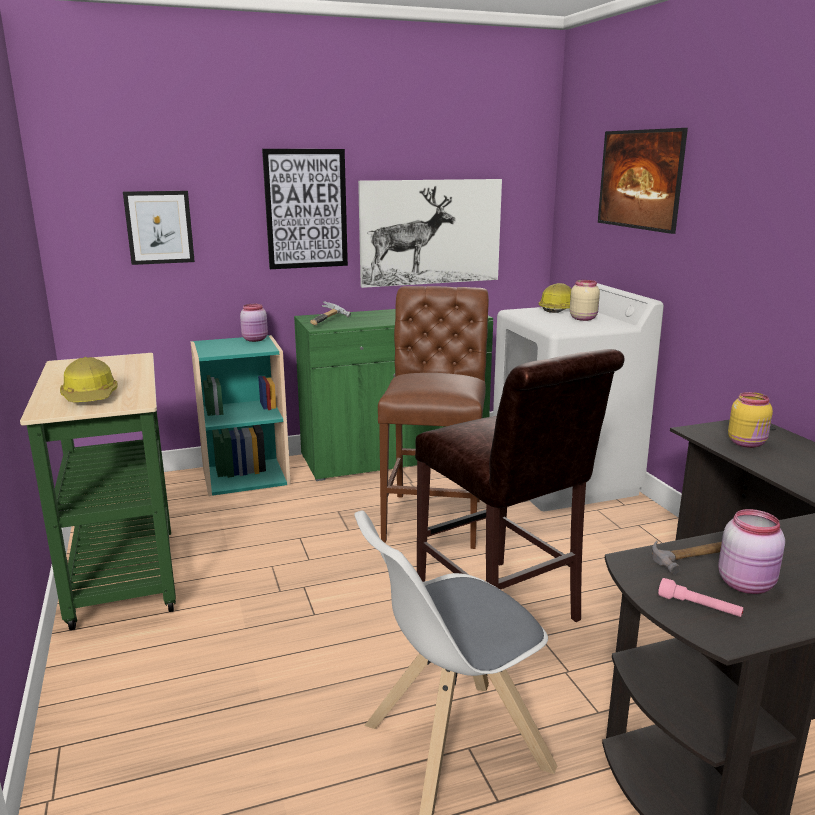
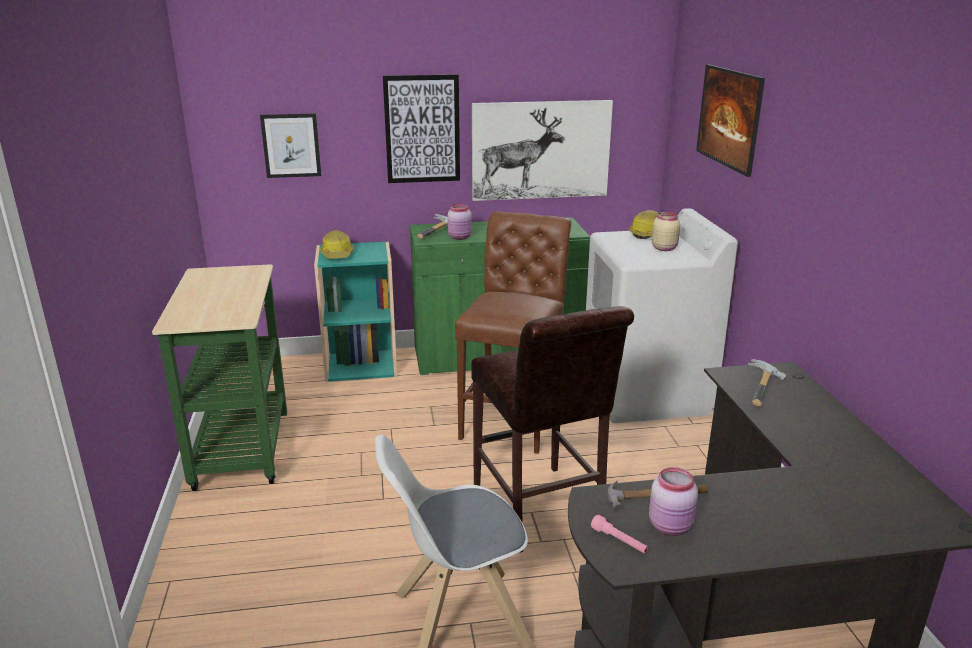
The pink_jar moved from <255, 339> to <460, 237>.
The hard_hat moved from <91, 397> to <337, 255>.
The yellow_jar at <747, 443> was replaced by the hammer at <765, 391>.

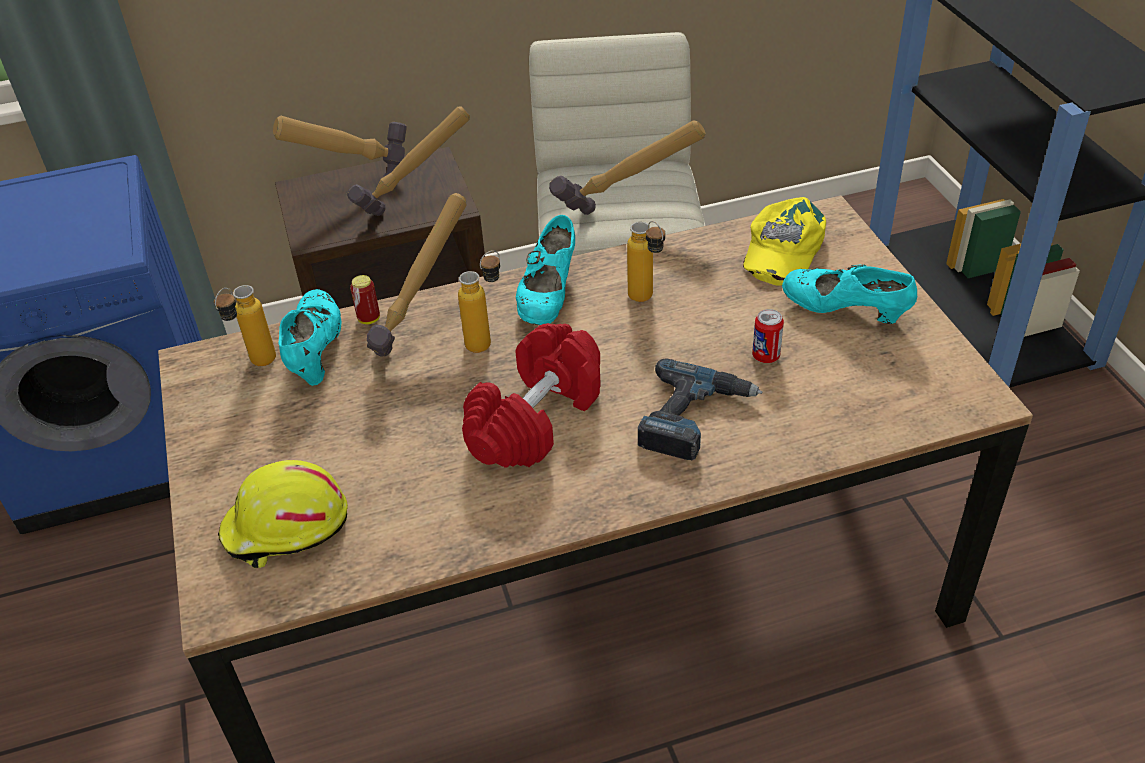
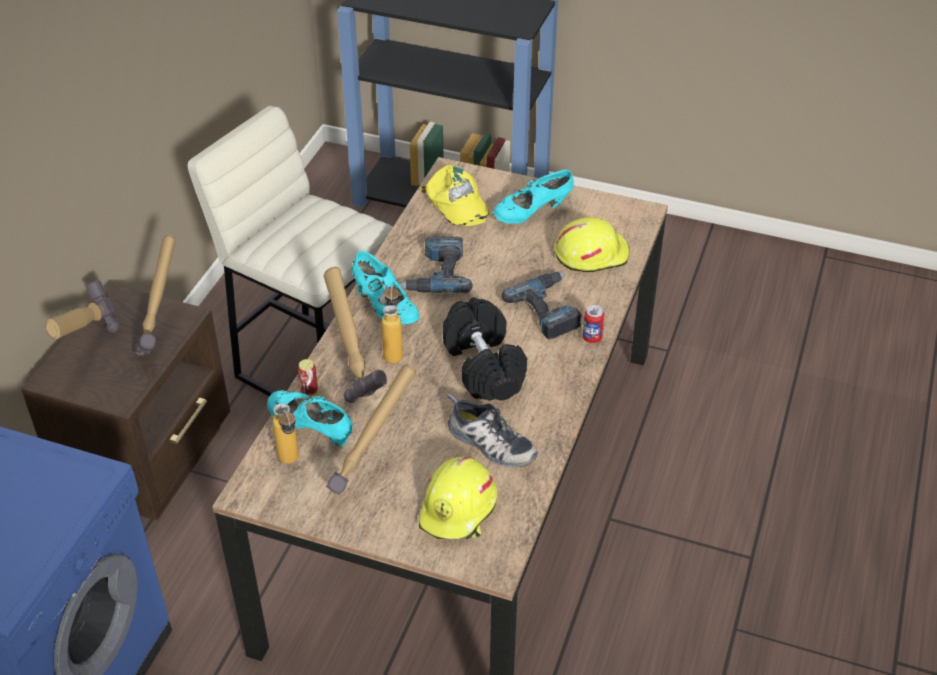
The hammer moved from <626, 222> to <375, 474>.
The bottle at <647, 300> was replaced by the power_drill at <436, 273>.
The can moved from <766, 356> to <592, 338>.
The red_dumbbell at <536, 420> became the black_dumbbell at <484, 366>.
The yellow_hard_hat at <591, 253> appeared.
The shoe at <489, 443> appeared.

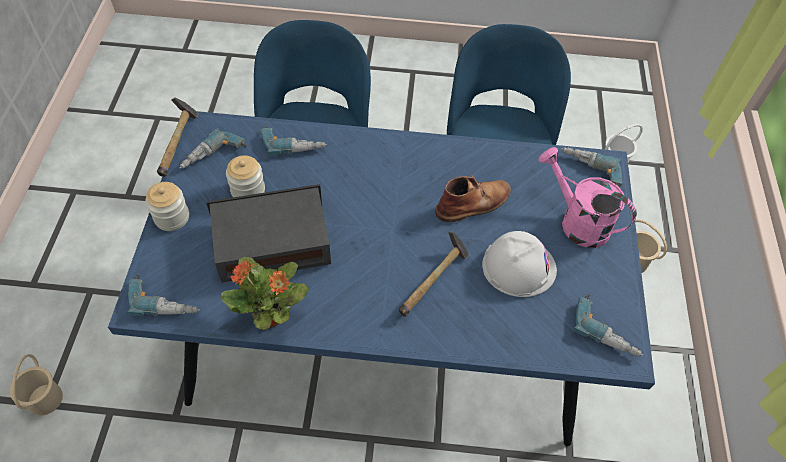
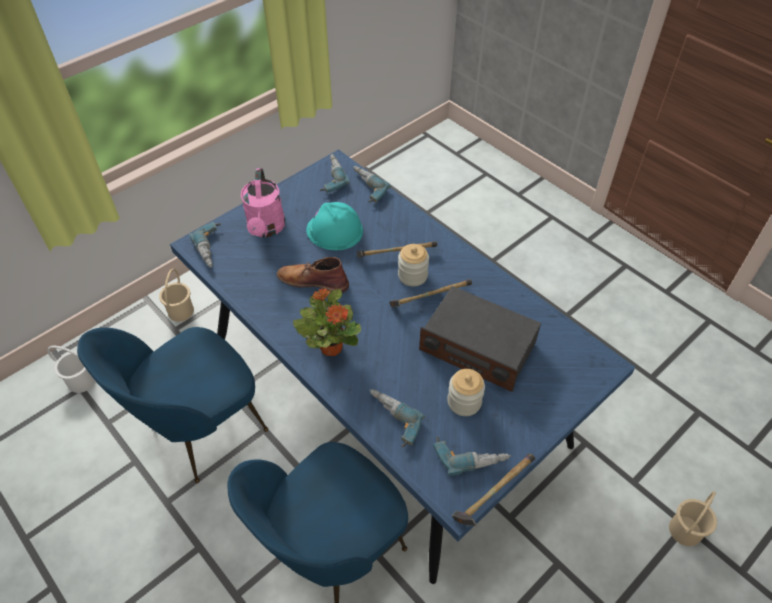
The jar moved from <172, 217> to <412, 275>.
The white_hard_hat at <519, 266> became the turquoise_hard_hat at <334, 231>.
The potted_plant moved from <272, 316> to <331, 346>.
The power_drill moved from <166, 299> to <364, 188>.
The hammer at <428, 300> appeared.

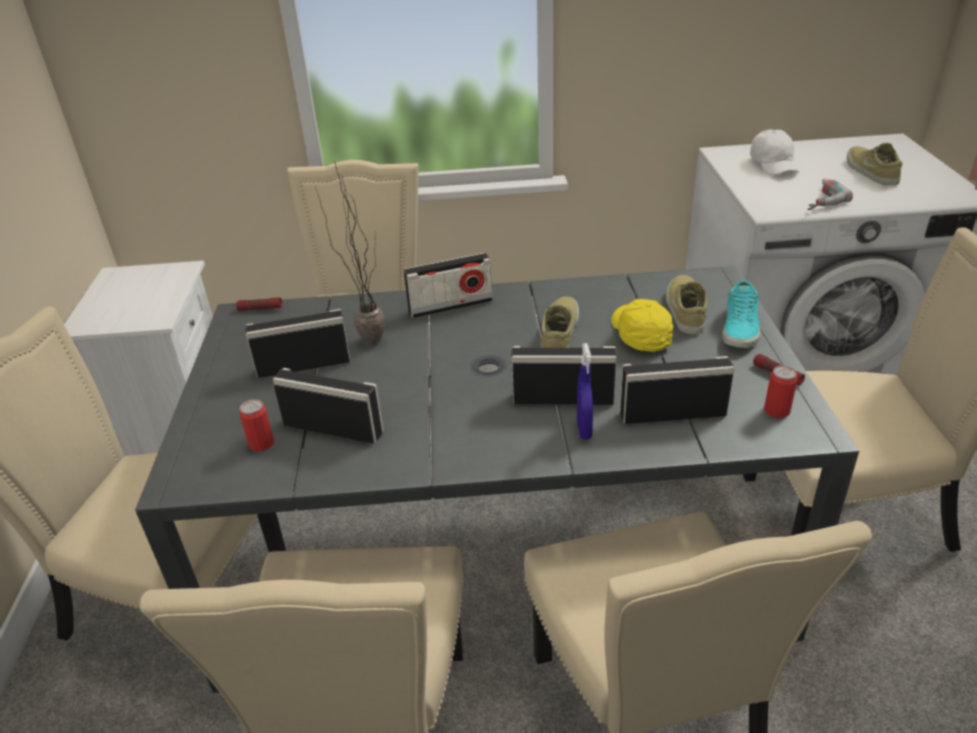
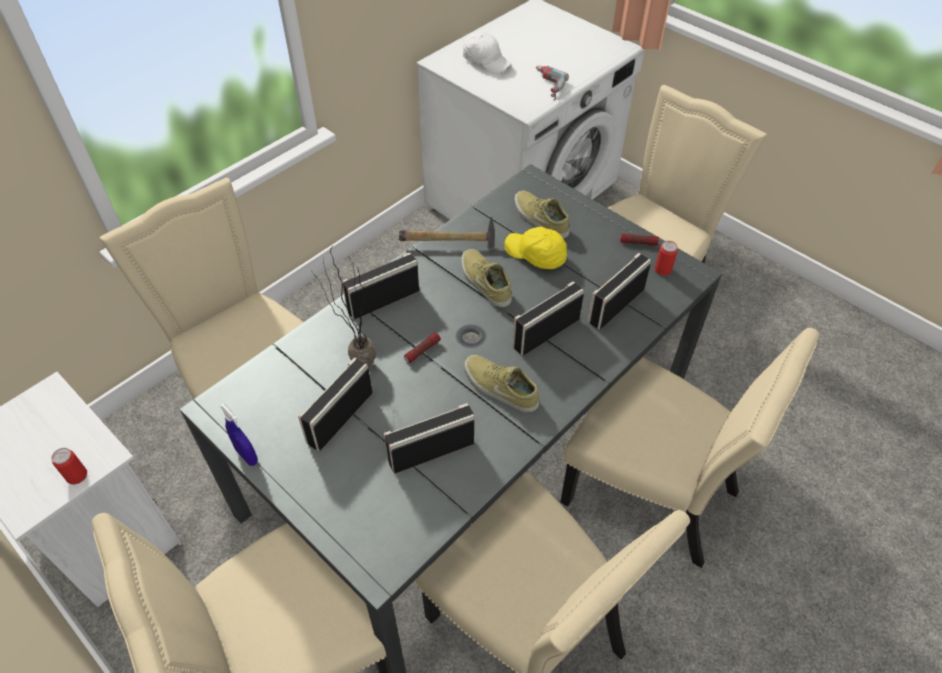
The beige_shoe moved from <870, 171> to <499, 388>.
The radio at <450, 306> turned 150 degrees counterclockwise.
The turquoise_shoe at <741, 328> disappeared.
The flashlight moved from <260, 309> to <422, 351>.
The blue_spray_bottle moved from <584, 429> to <247, 455>.
The can moved from <261, 444> to <77, 475>.
The hammer at <450, 244> appeared.

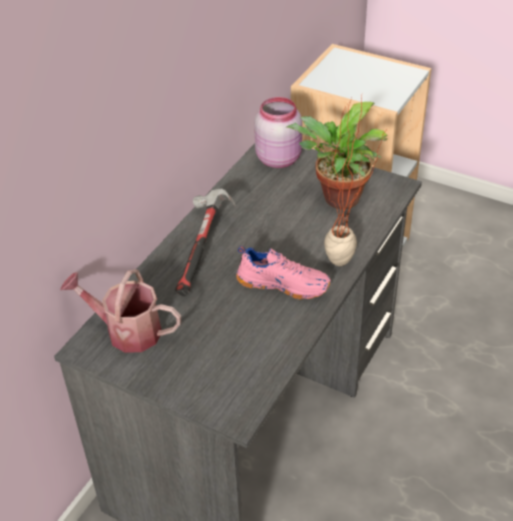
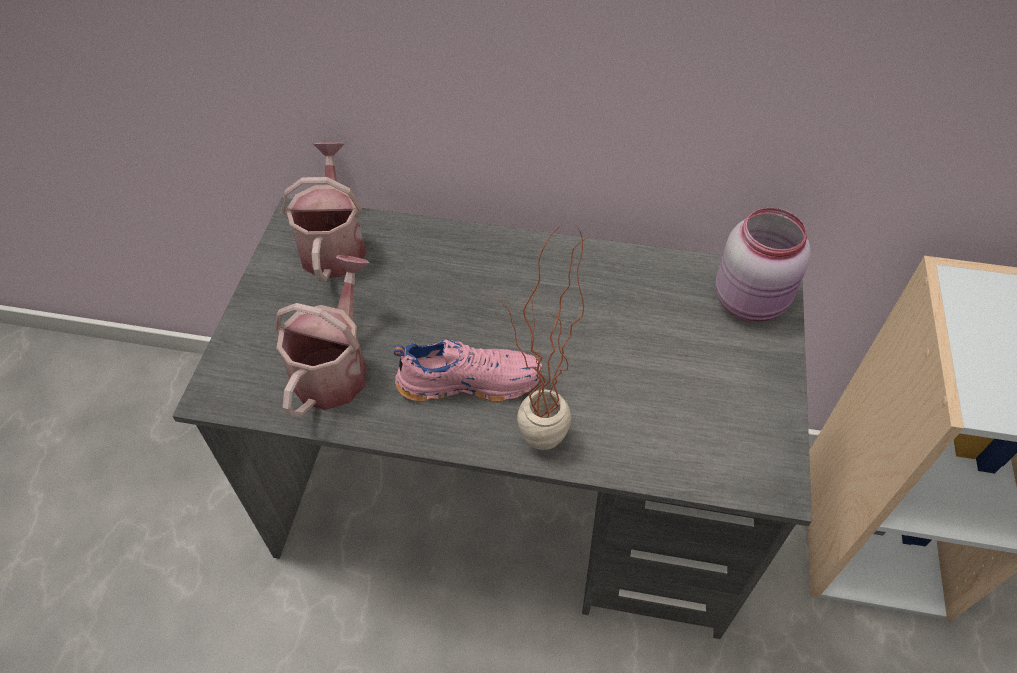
The potted_plant at <337, 200> disappeared.
The hammer at <203, 249> disappeared.
The pink_shoe at <283, 284> turned 90 degrees counterclockwise.
The watering_can at <334, 367> appeared.

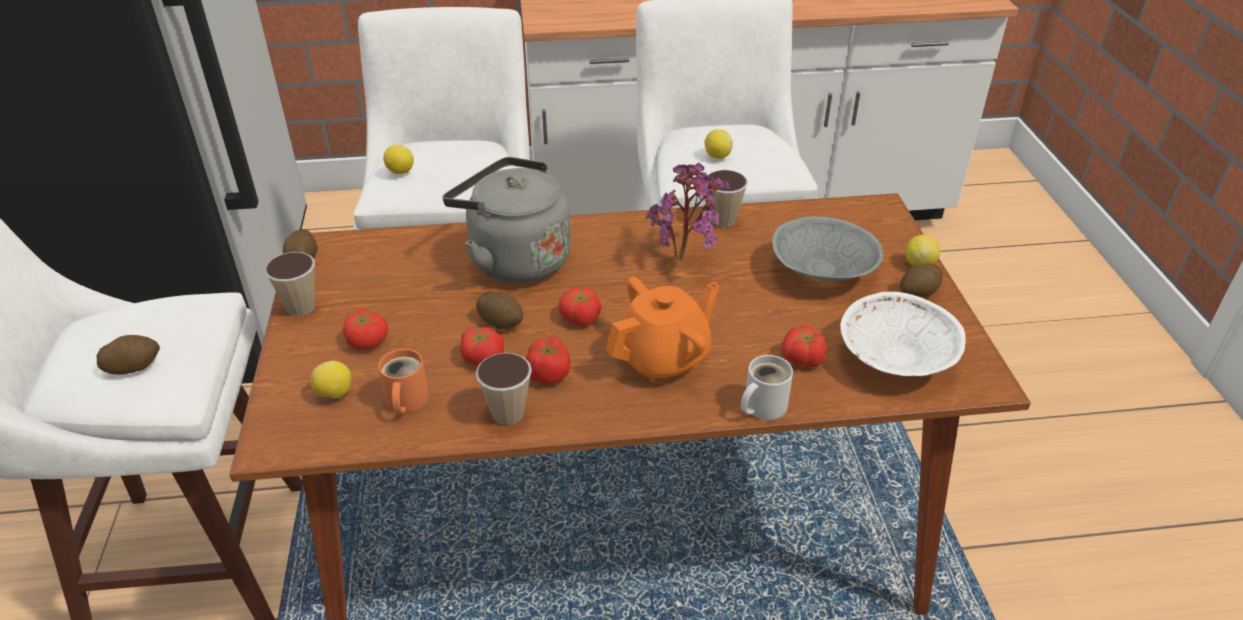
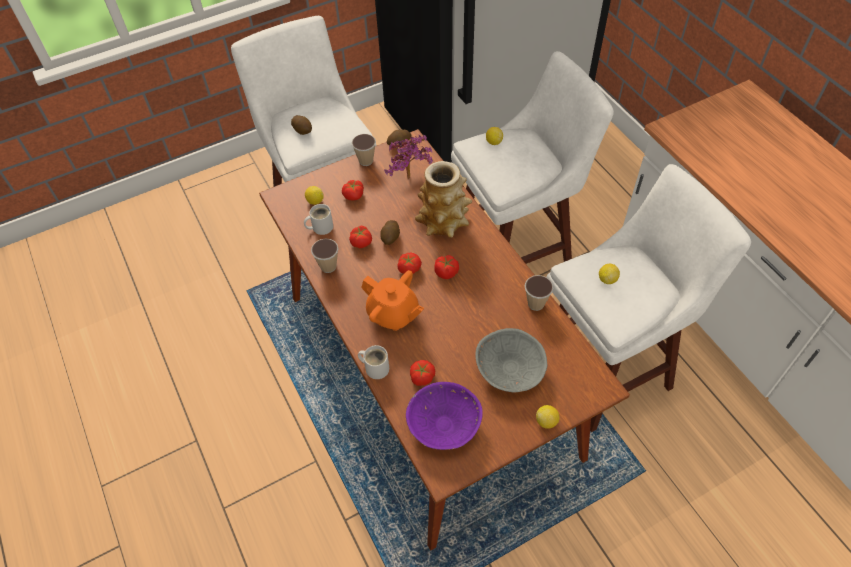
The grey_kettle at <514, 259> was replaced by the vase at <443, 222>.
The potted_plant moved from <686, 258> to <411, 179>.
The potato at <918, 293> disappeared.
The white_bowl at <895, 358> became the purple_bowl at <443, 423>.
The tomato moved from <549, 374> to <446, 272>.
The orange_mug at <404, 401> became the white_mug at <320, 227>.

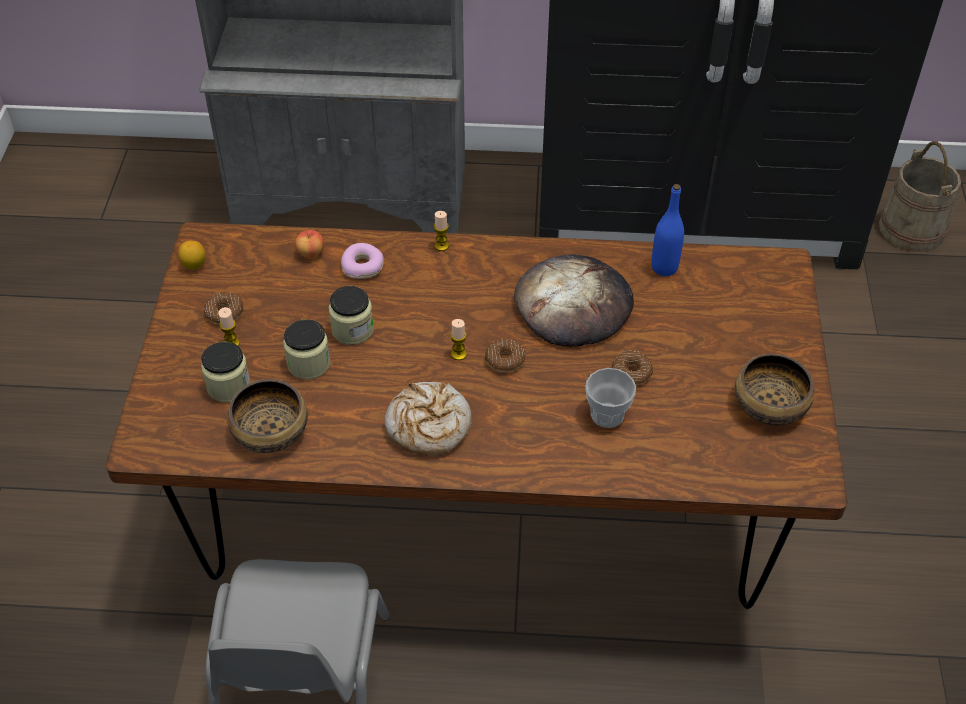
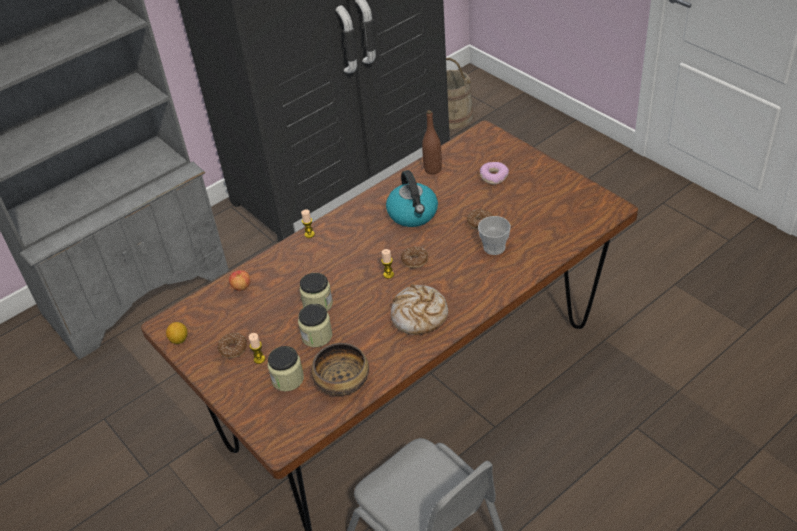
The blue_bottle at <664, 267> became the brown_bottle at <433, 169>.
The donut moved from <363, 266> to <493, 176>.
The bread at <573, 305> was replaced by the kettle at <413, 214>.
The bowl at <769, 405> disappeared.

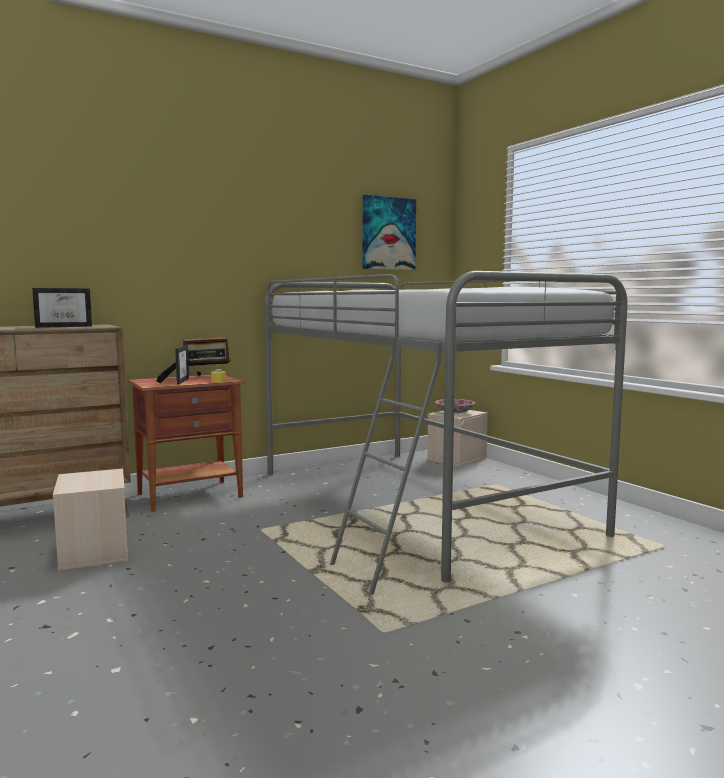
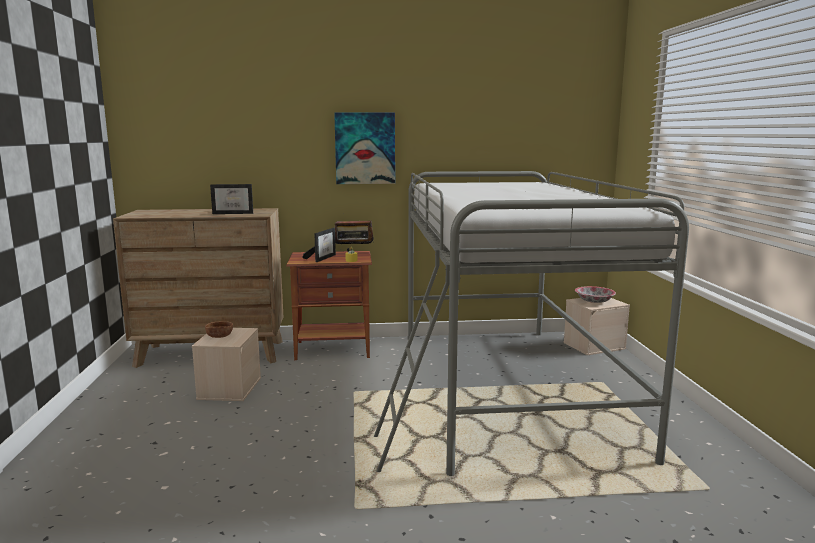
The picture moved from <388, 233> to <365, 148>.
The brown_bowl at <219, 336> appeared.

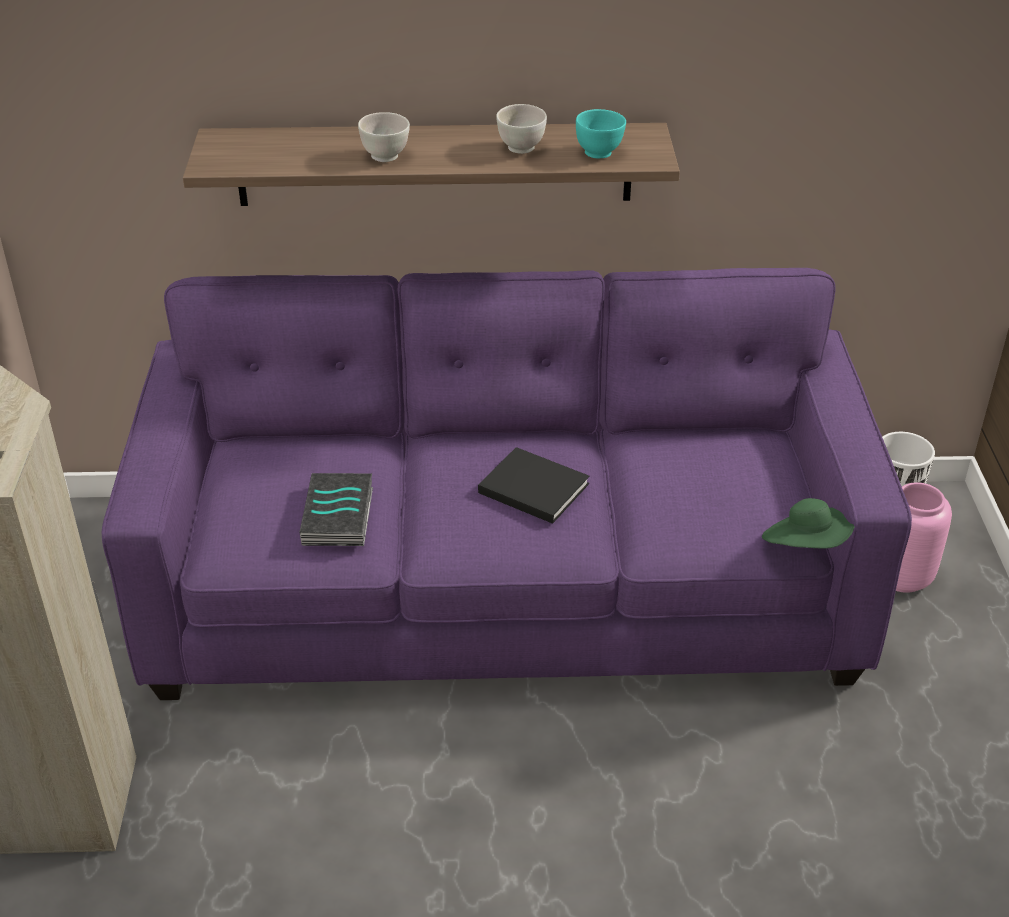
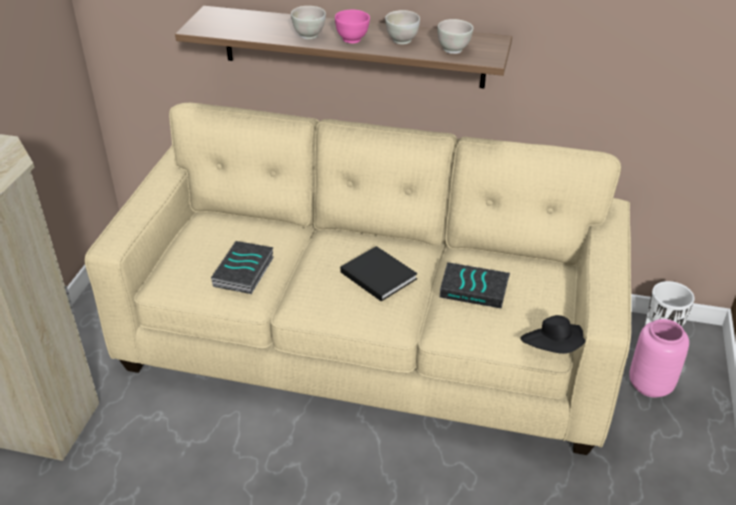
The turquoise_bowl at <599, 153> became the white_bowl at <453, 50>.
The purple_sofa at <505, 593> became the beige_sofa at <368, 344>.
The green_hat at <806, 546> became the black_hat at <553, 349>.
The pink_bowl at <352, 40> appeared.
The book at <474, 289> appeared.

